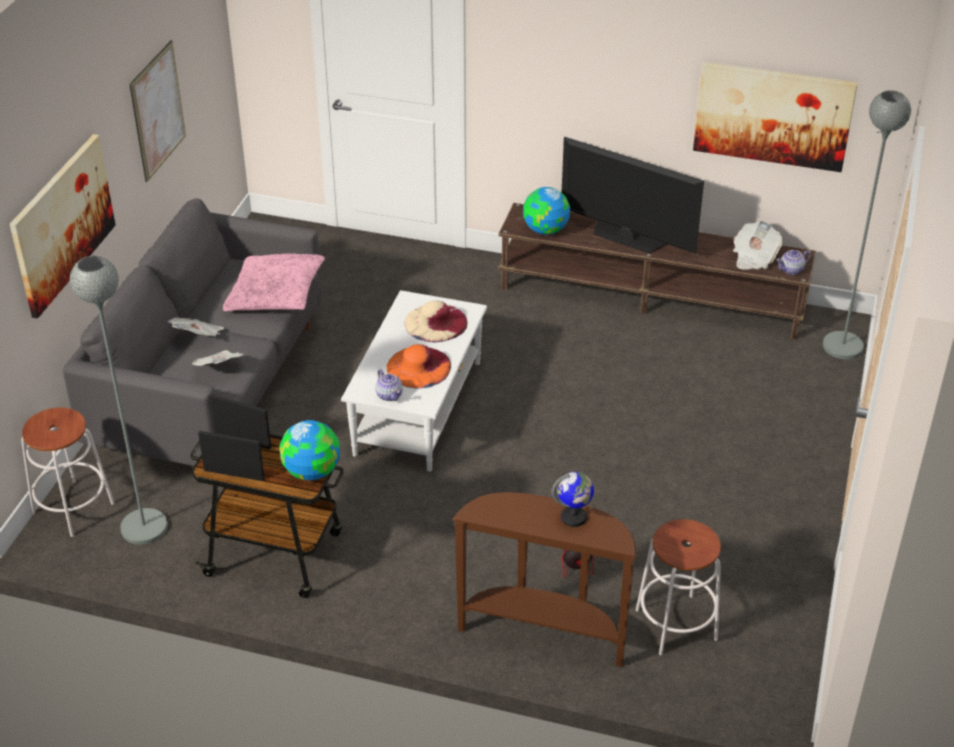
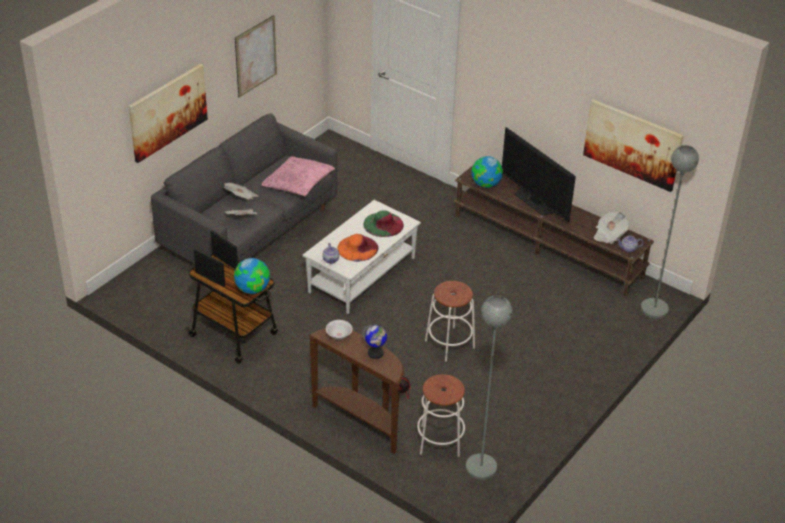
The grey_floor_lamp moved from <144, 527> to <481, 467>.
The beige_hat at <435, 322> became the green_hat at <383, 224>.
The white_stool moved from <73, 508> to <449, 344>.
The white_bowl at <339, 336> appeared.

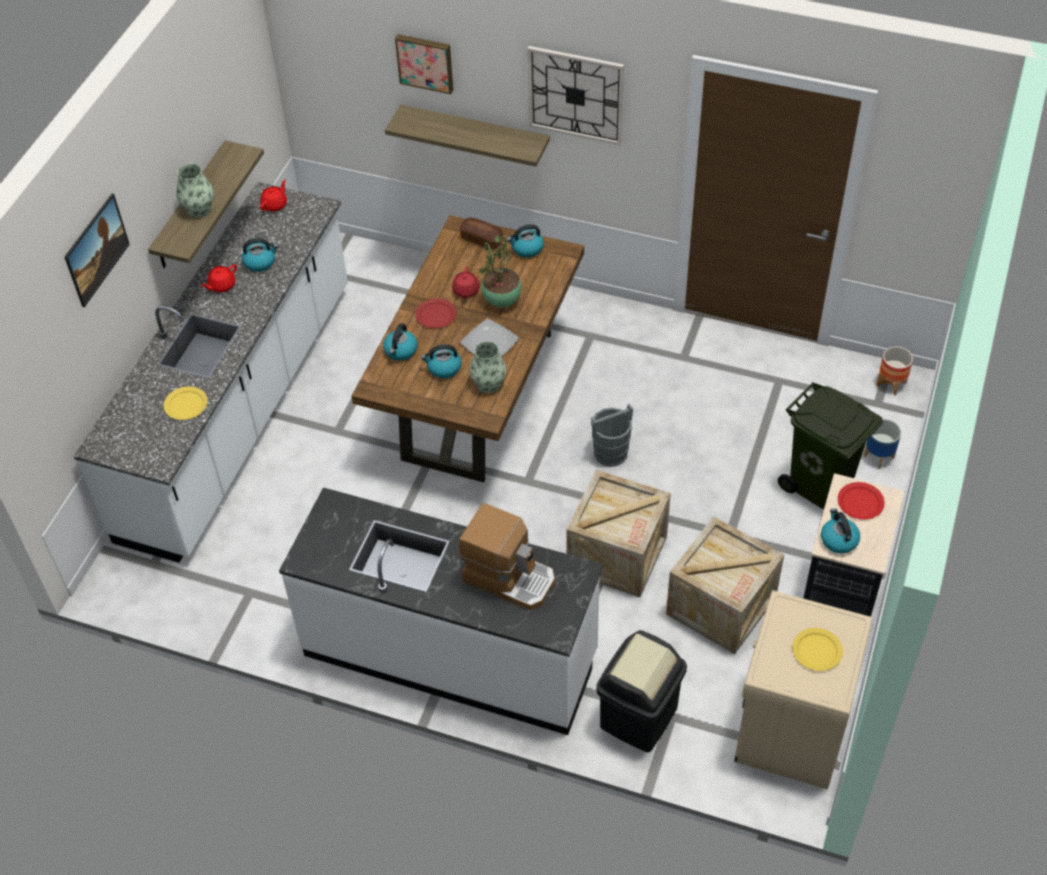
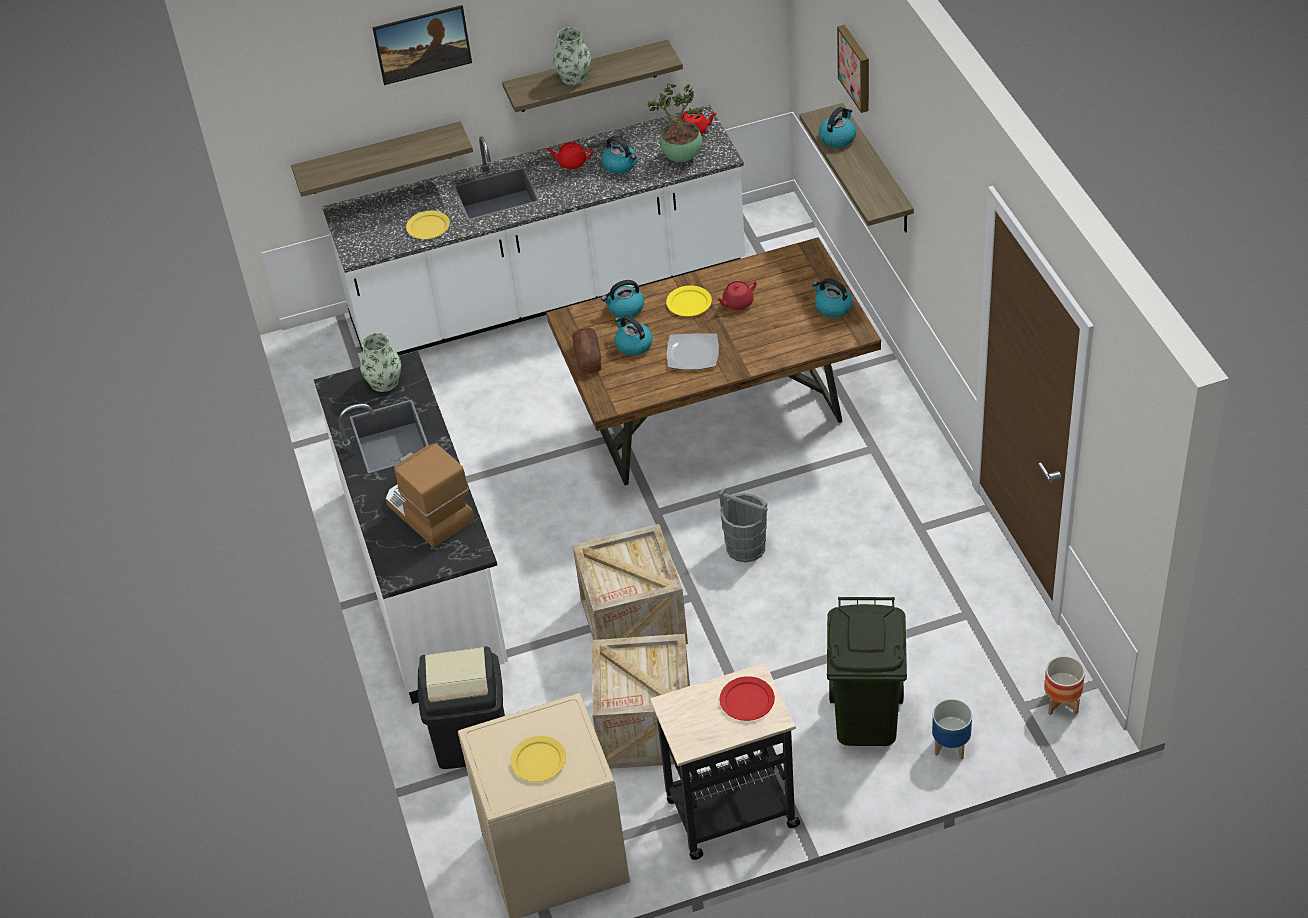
The wall_clock at <575, 95> disappeared.
The bread moved from <481, 239> to <588, 358>.
The potted_plant moved from <501, 302> to <680, 157>.
The red_plate at <436, 315> became the yellow_plate at <689, 303>.
The vase moved from <488, 383> to <384, 382>.
The coffee_machine at <509, 577> turned 150 degrees clockwise.
The kettle moved from <838, 539> to <837, 138>.
The shelf at <379, 159> appeared.

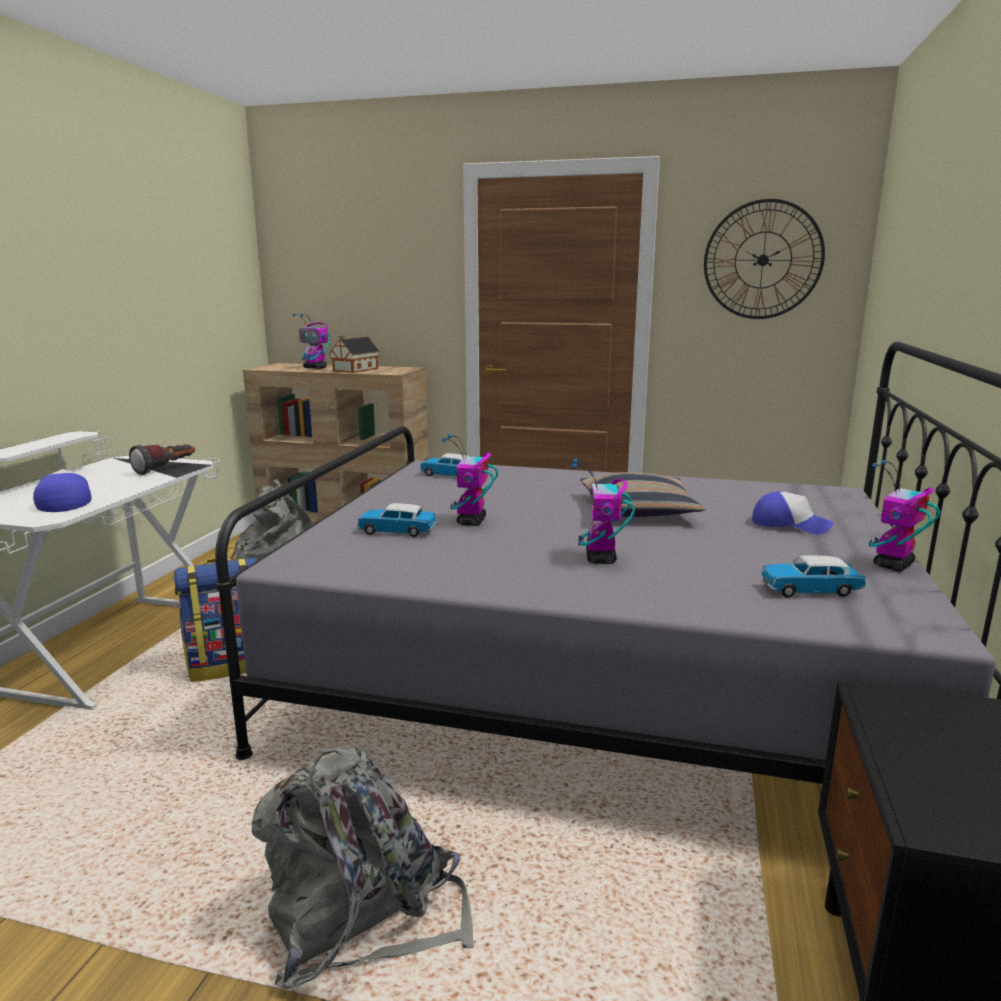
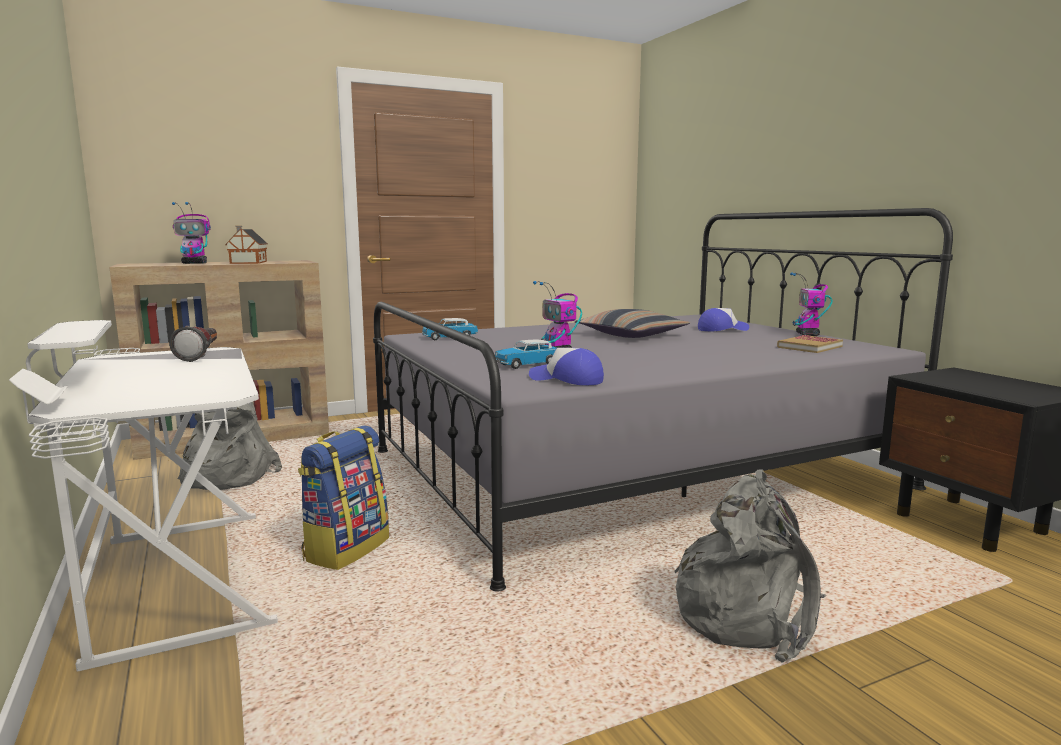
The wall_clock at <763, 260> disappeared.
The toy_robot at <601, 558> disappeared.
The cap moved from <65, 501> to <566, 380>.
The toy_car at <809, 590> was replaced by the book at <809, 347>.

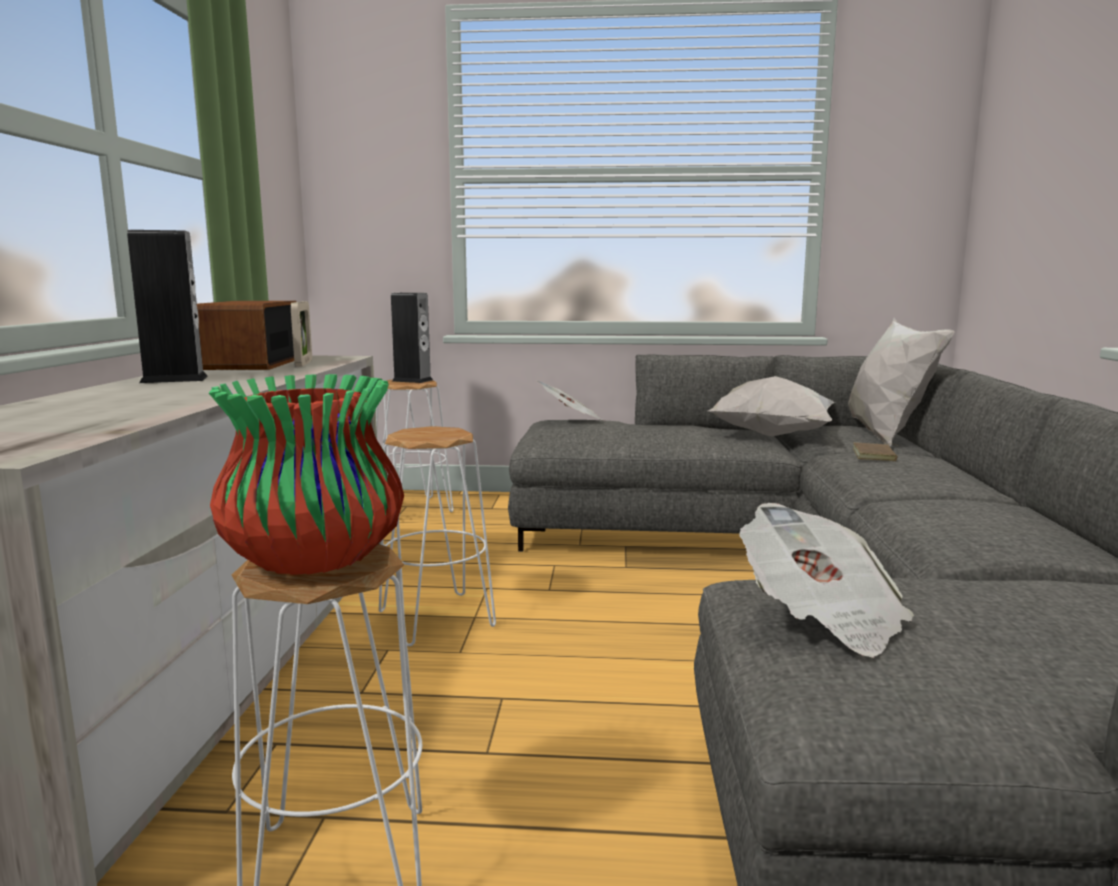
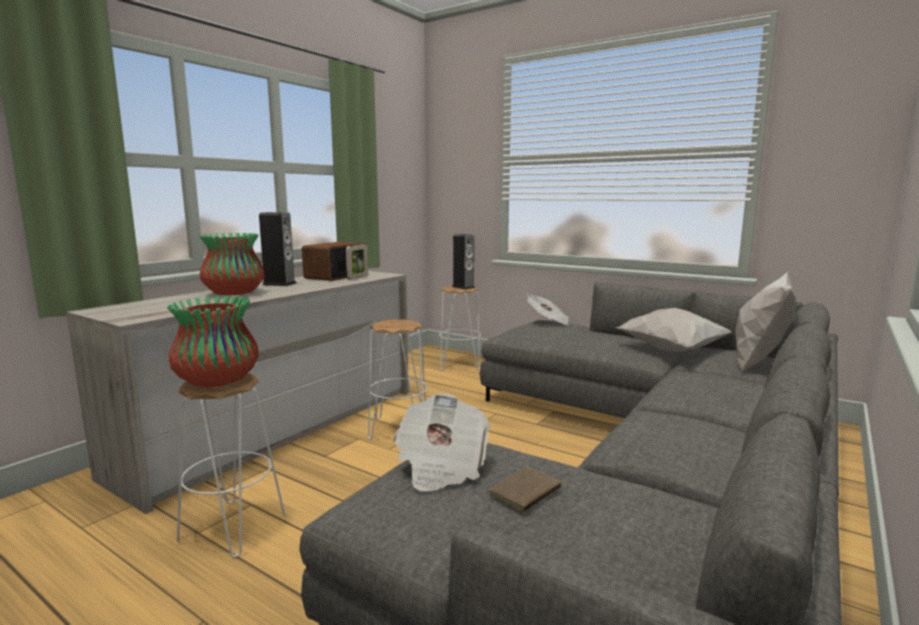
The brown_book moved from <876, 455> to <527, 494>.
The vase at <233, 293> appeared.

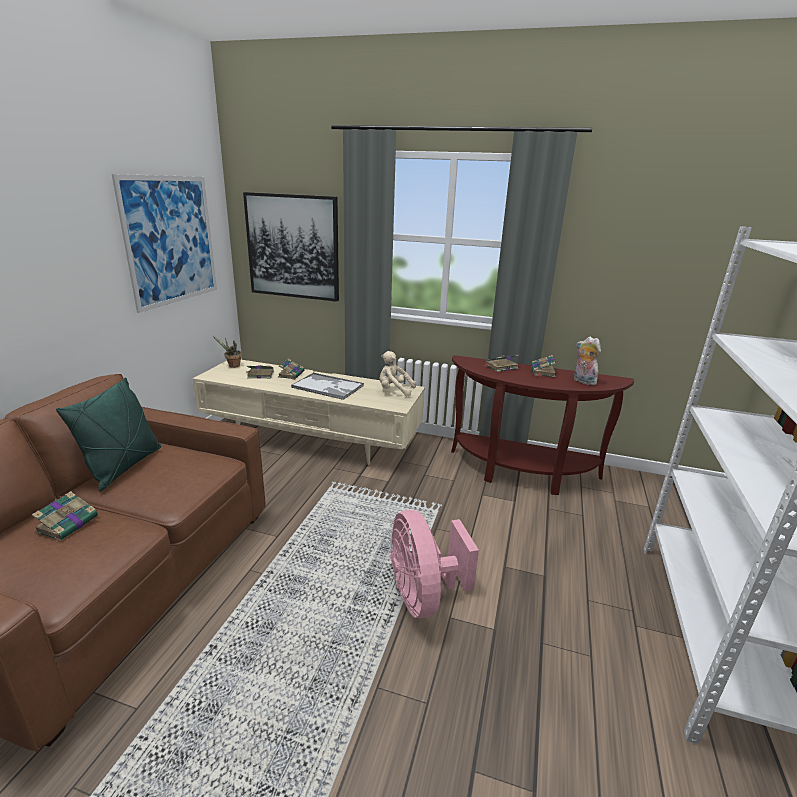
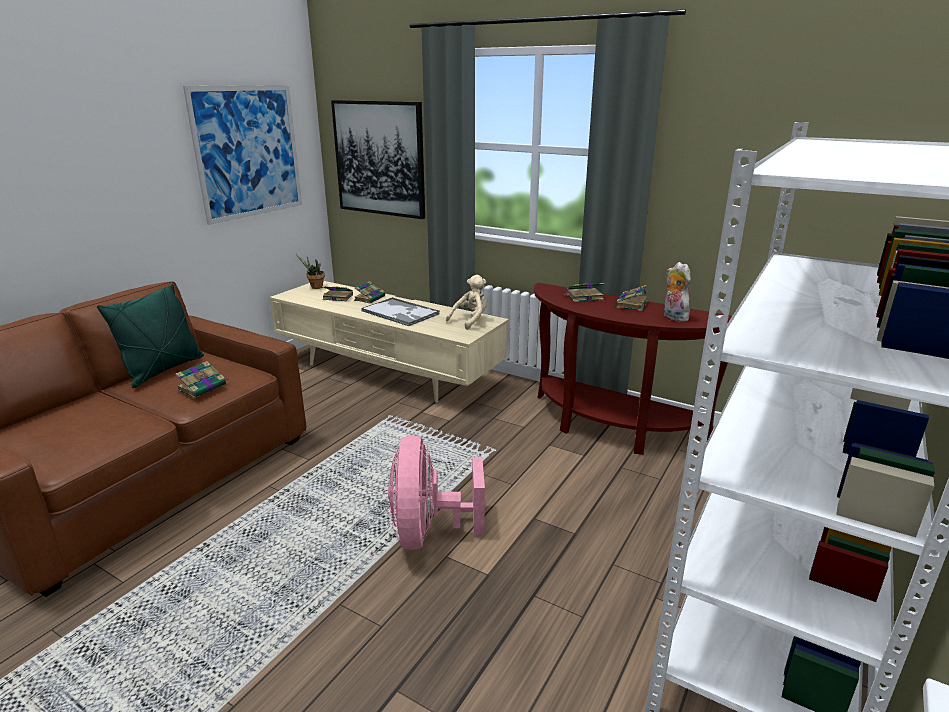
The beige_plush_toy at <394, 390> turned 105 degrees clockwise.
The book moved from <69, 523> to <203, 387>.

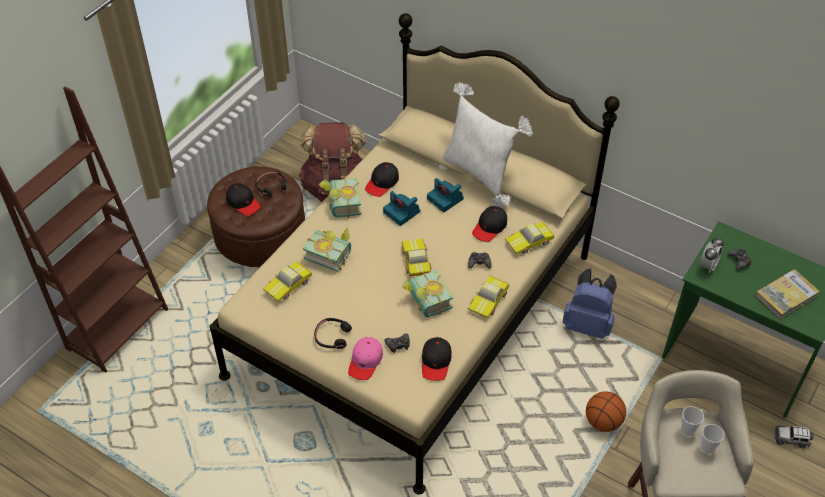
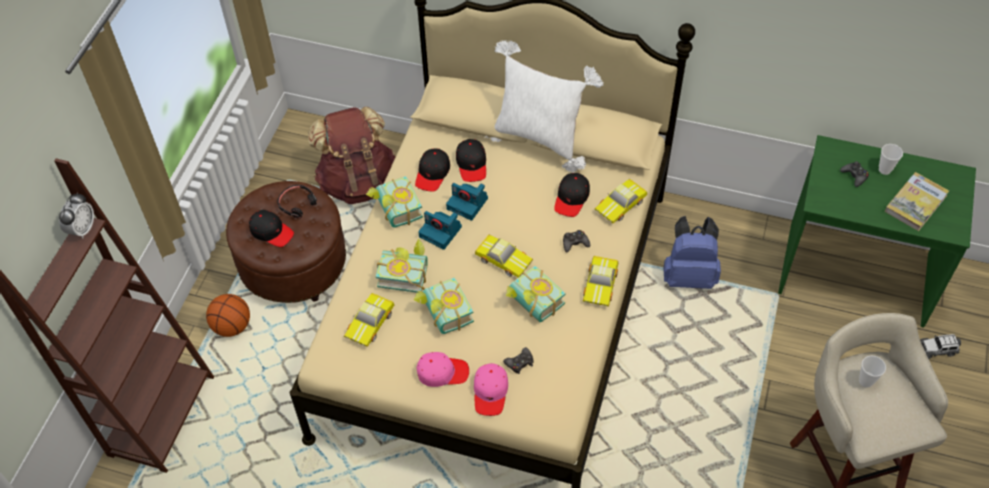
The photo_camera moved from <446, 199> to <441, 232>.
The alarm_clock moved from <708, 265> to <82, 229>.
The toy_car at <415, 261> turned 150 degrees clockwise.
The black_headphones at <332, 336> was replaced by the pink_cap at <442, 372>.
The black_cap moved from <436, 362> to <472, 164>.
The basketball moved from <603, 422> to <232, 326>.
The cup moved from <707, 448> to <884, 170>.
The book at <443, 315> appeared.

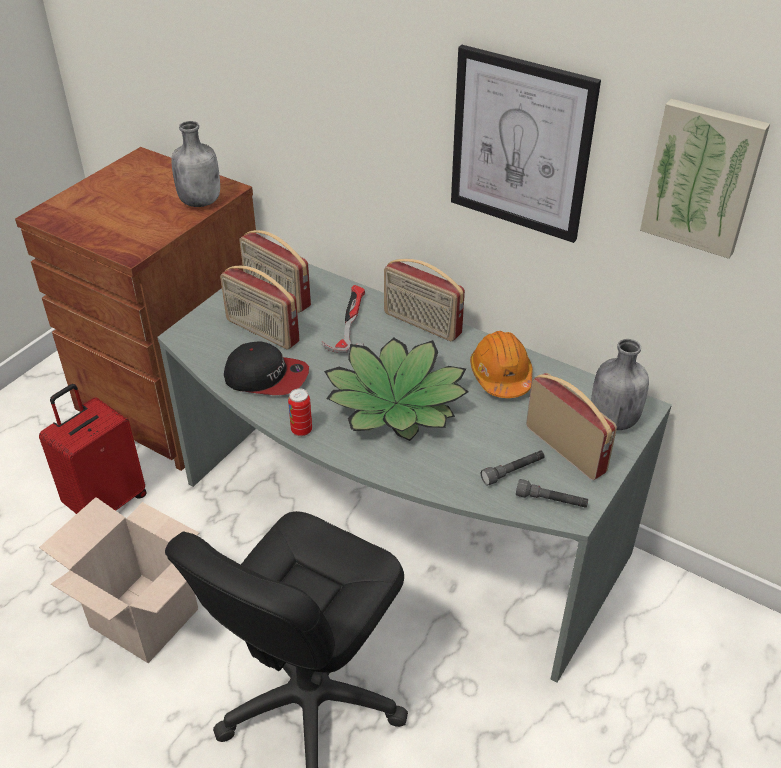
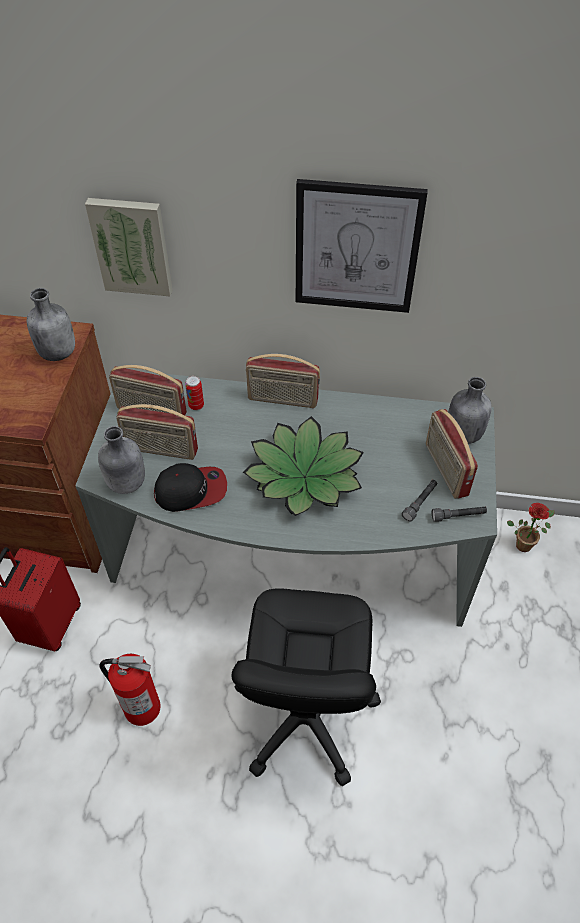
The picture moved from <703, 177> to <132, 246>.
The hammer at <348, 323> disappeared.
The orange_hard_hat at <501, 376> disappeared.
The radio at <566, 449> turned 135 degrees counterclockwise.
The can moved from <301, 430> to <196, 405>.
The cardboard_box at <144, 618> was replaced by the fire_extinguisher at <141, 707>.
The grey_bottle at <126, 484> appeared.
The potted_plant at <525, 543> appeared.

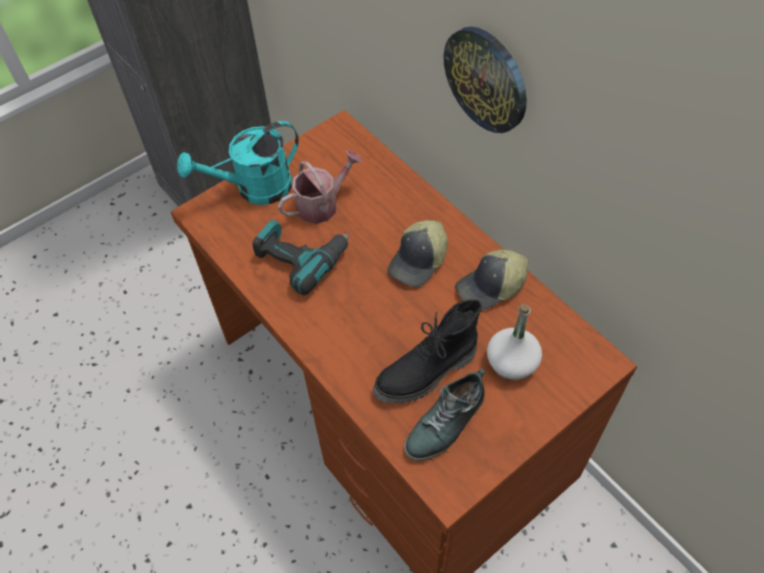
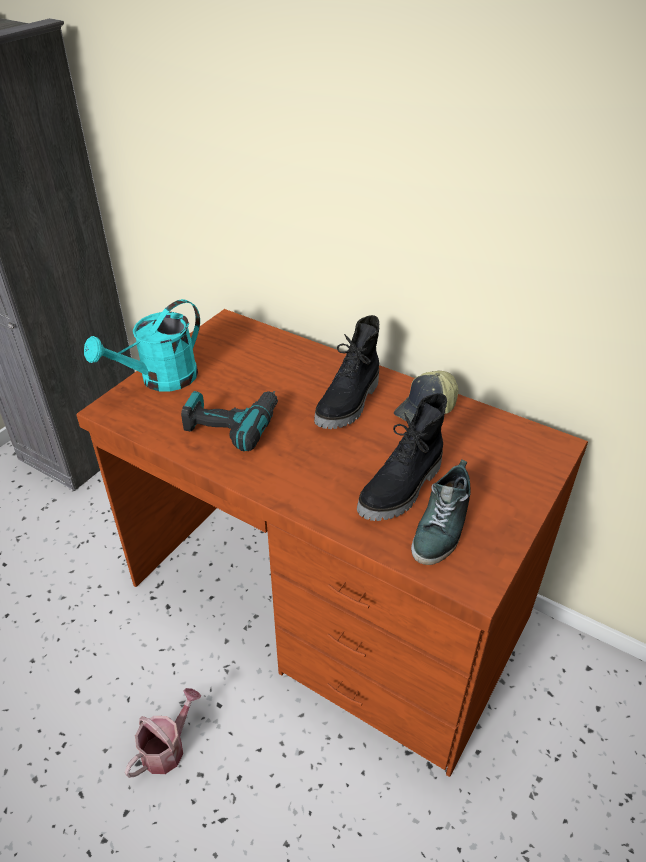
The wall_clock at <486, 79> disappeared.
The watering_can moved from <322, 204> to <167, 747>.
The cap at <419, 261> was replaced by the black_boot at <349, 404>.
The white_bottle at <512, 362> disappeared.

